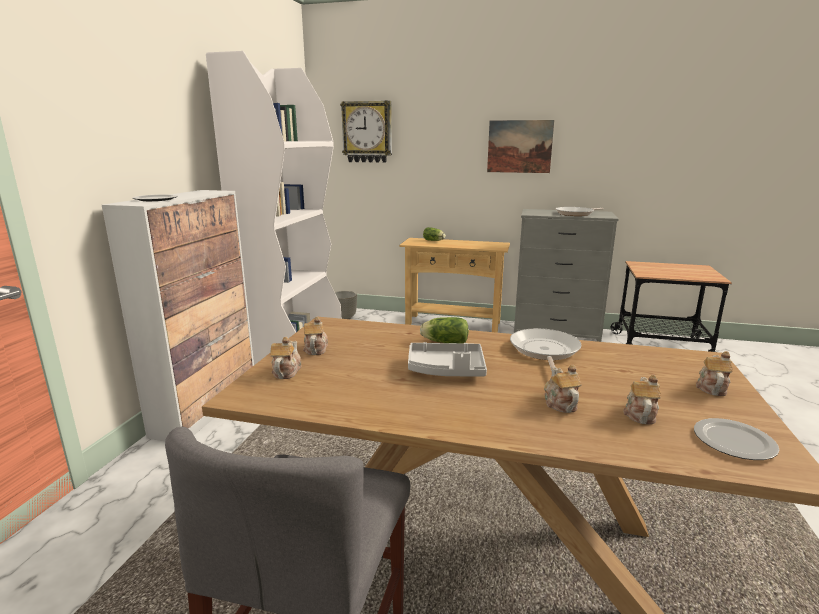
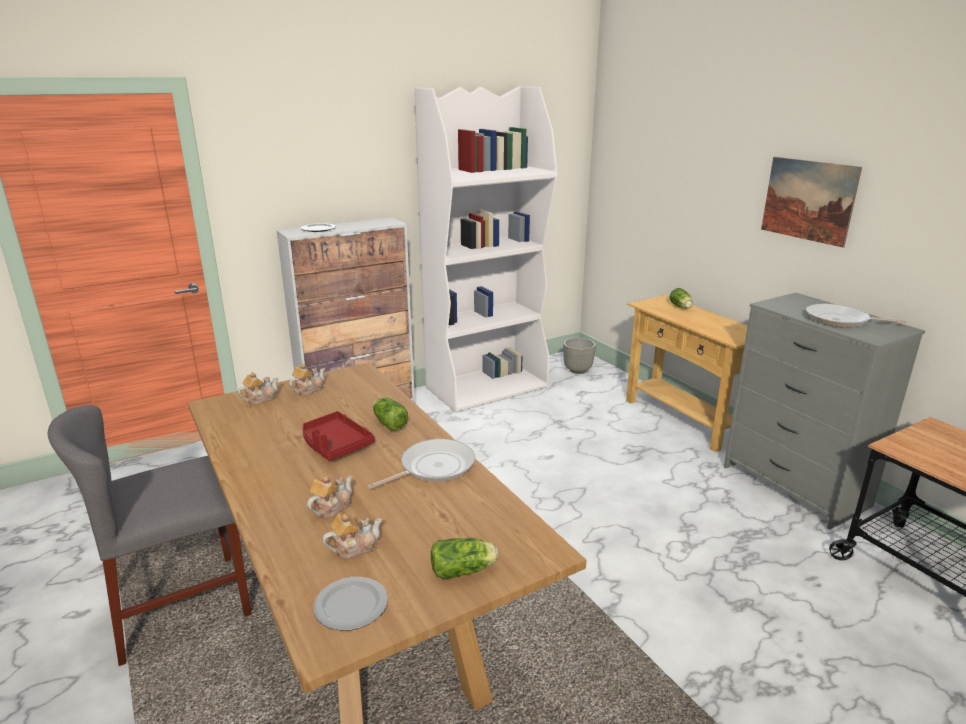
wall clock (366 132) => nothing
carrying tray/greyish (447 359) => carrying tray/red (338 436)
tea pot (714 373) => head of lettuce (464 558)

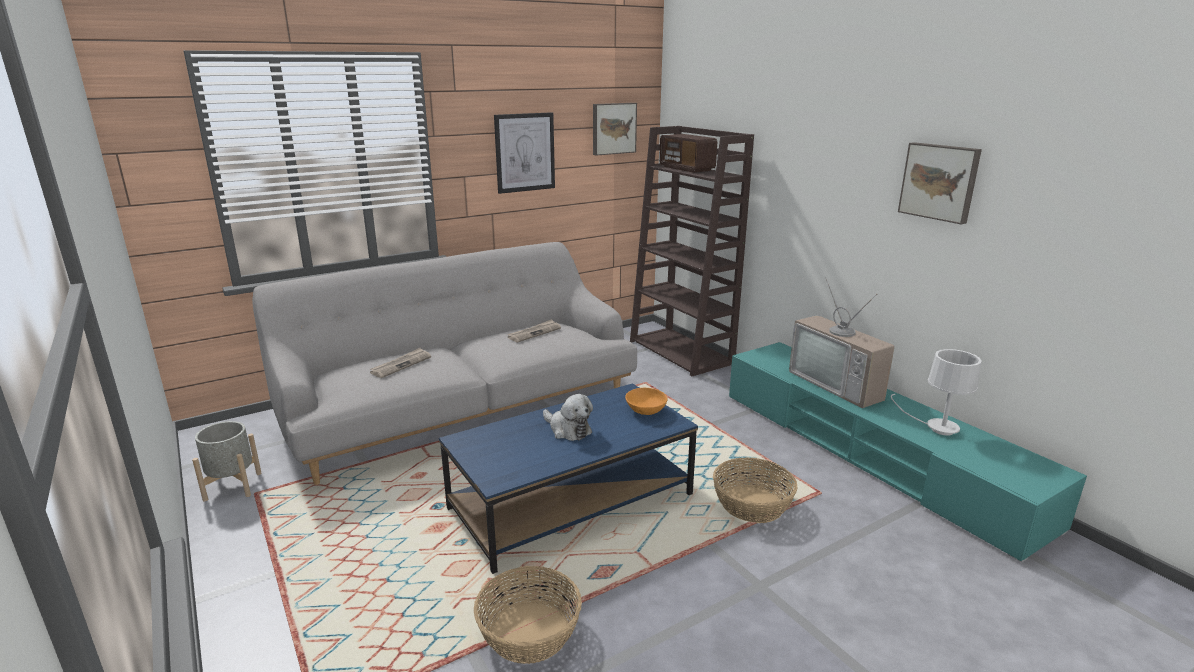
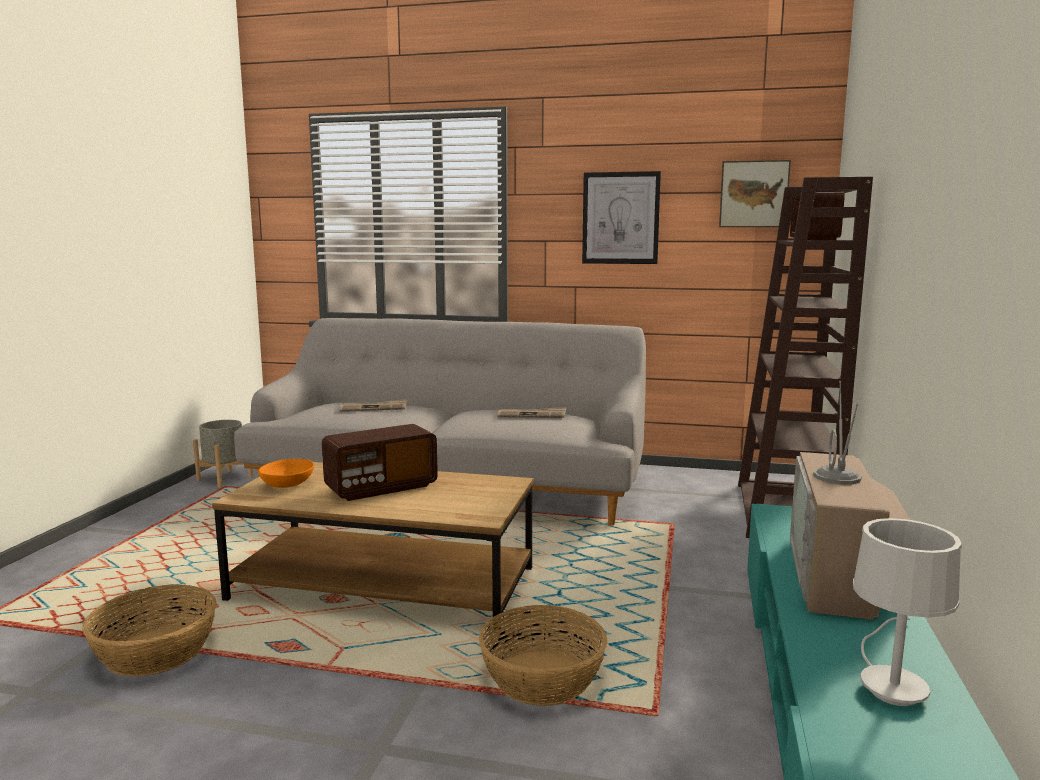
picture (940 183) => nothing
coffee table/blue-coloured (568 478) => coffee table/brownish (373 547)
bowl/orangey (646 401) => bowl/orangey (286 473), shifted
cuddly toy (568 417) => radio set (380 462)

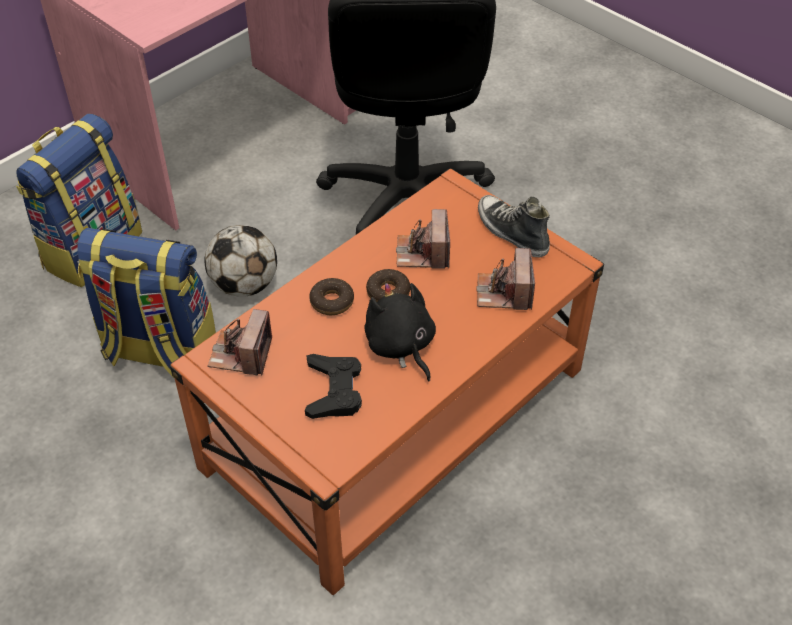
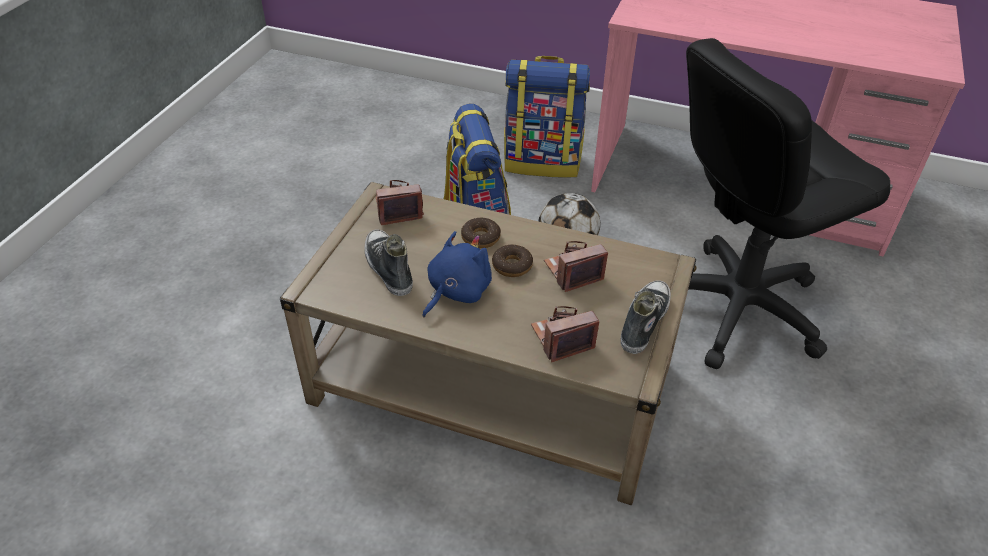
coffee table/orangey (387 382) => coffee table/sand-coloured (488 343)
cuddly toy/black-coloured (400 332) => cuddly toy/blue-coloured (457 274)
gamepad/black-coloured (333 386) => shoe (388 262)

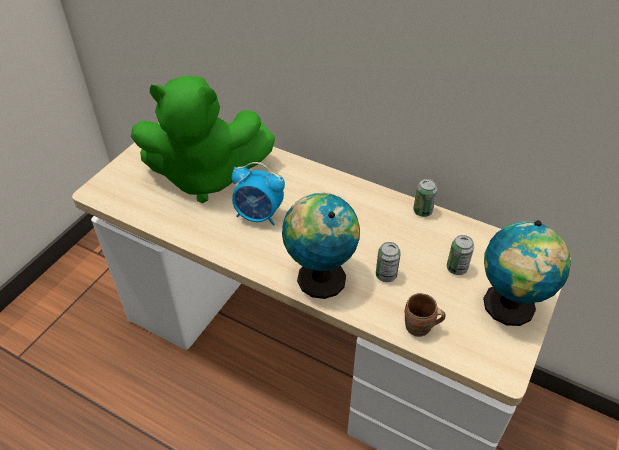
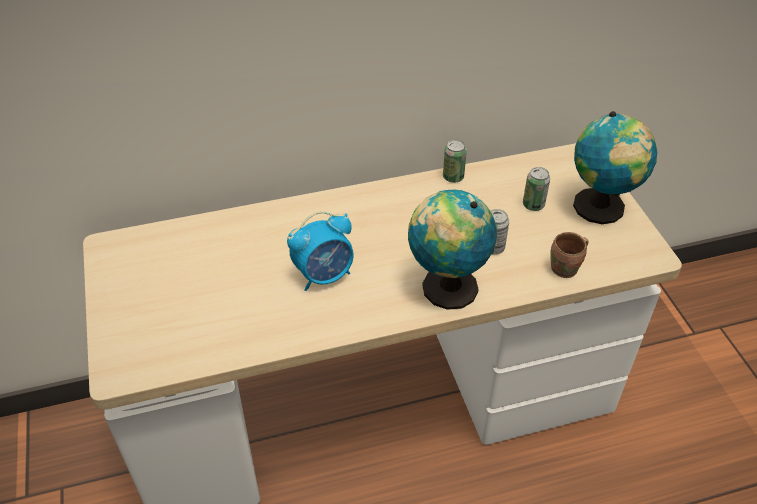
cuddly toy/green-coloured (203 139) => nothing

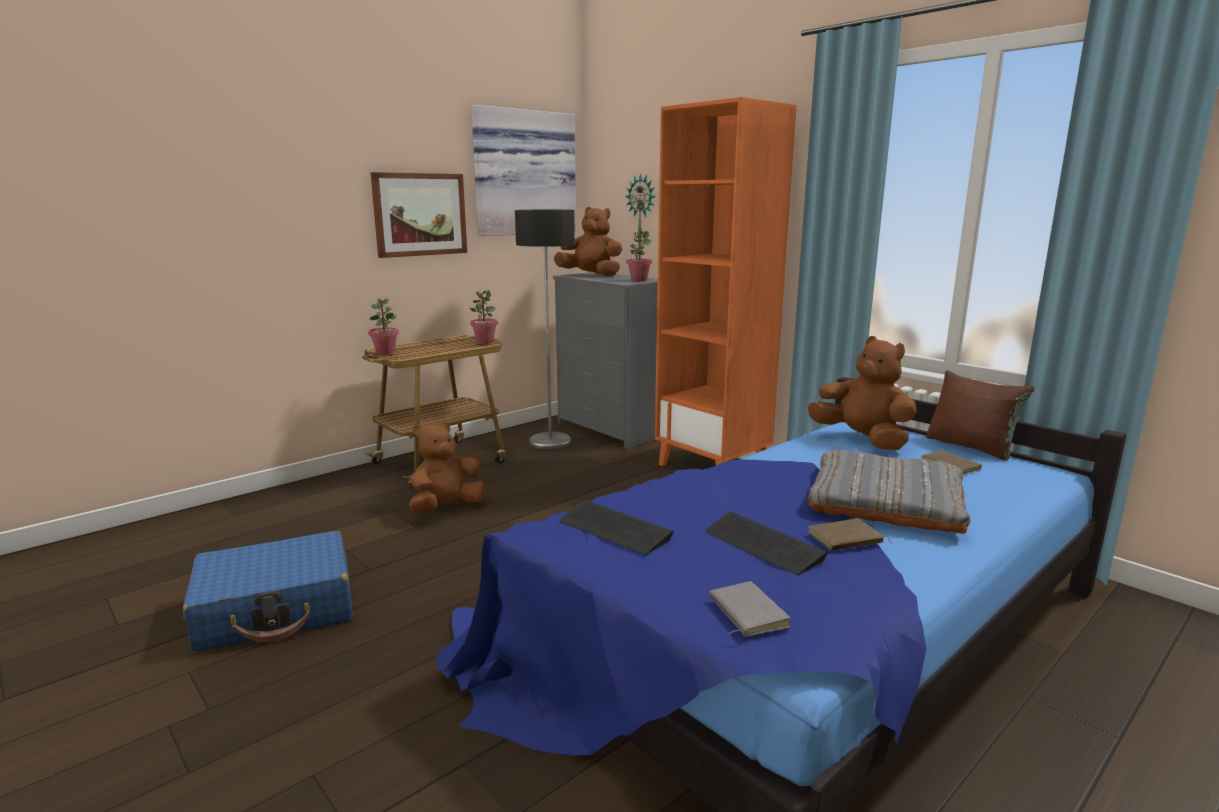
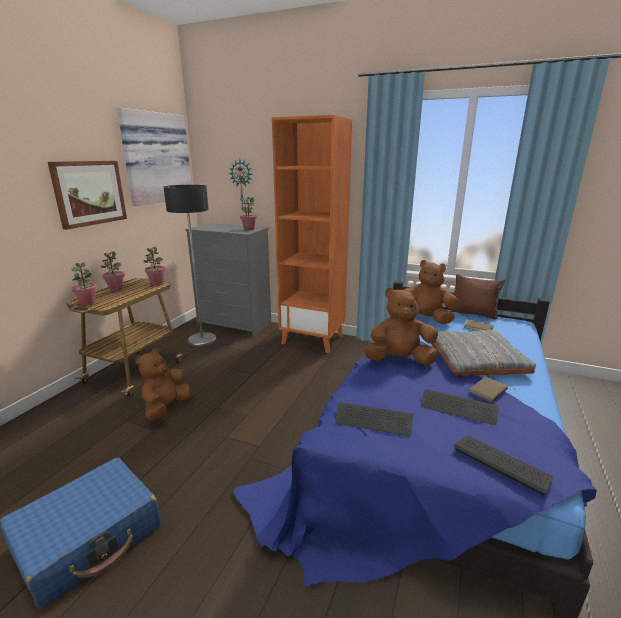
cuddly toy/brownish (588 241) => cuddly toy/brownish (401 326), shifted
book/greyish (750 609) => PC keyboard (504 465)
nothing => potted plant (113 271)

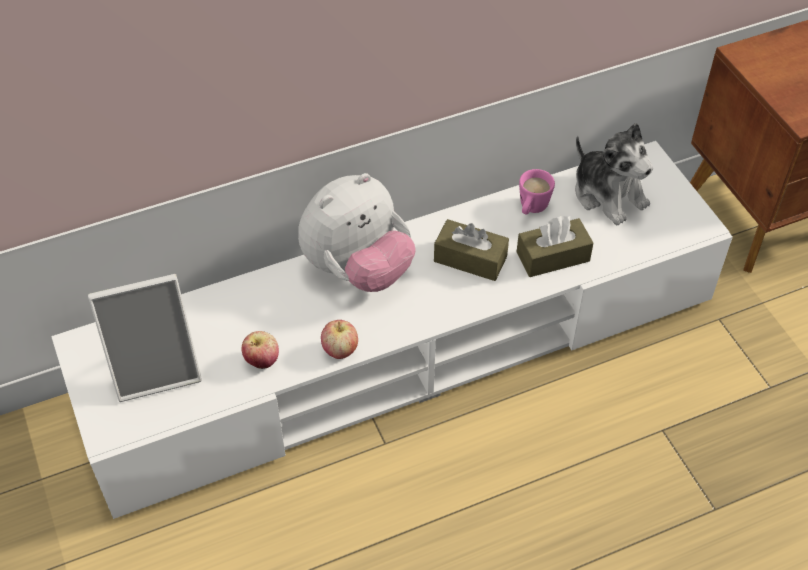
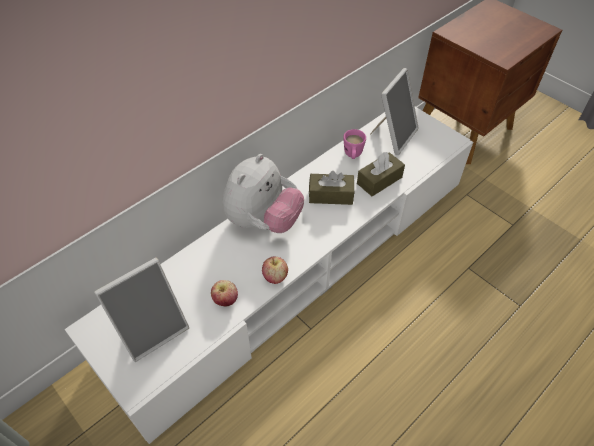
cuddly toy (614 174) => standing frame (394 111)

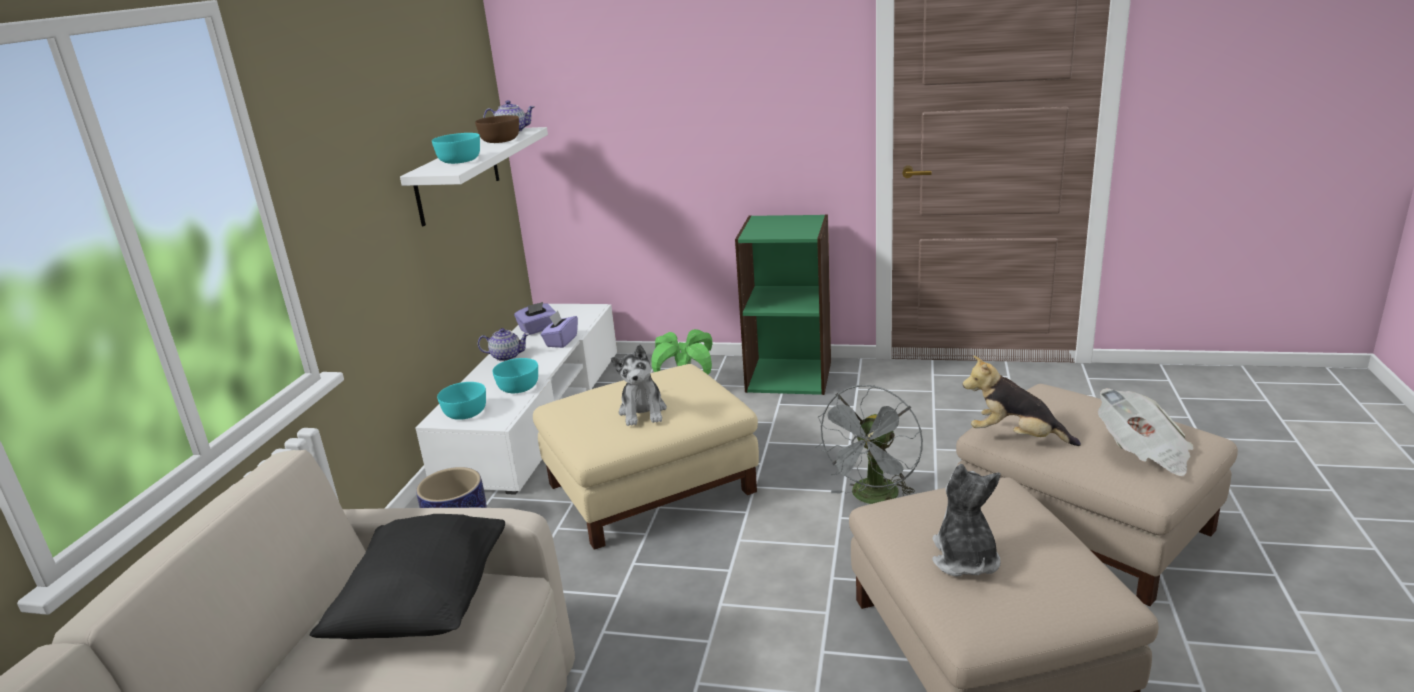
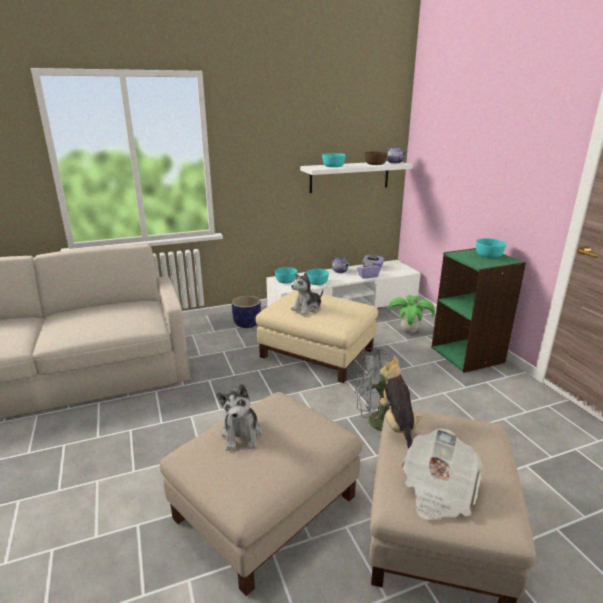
cuddly toy (966 520) => cuddly toy (239 417), 120 degrees clockwise
throw pillow/black-coloured (407 576) => nothing
nothing => bowl/turquoise-coloured (491 248)

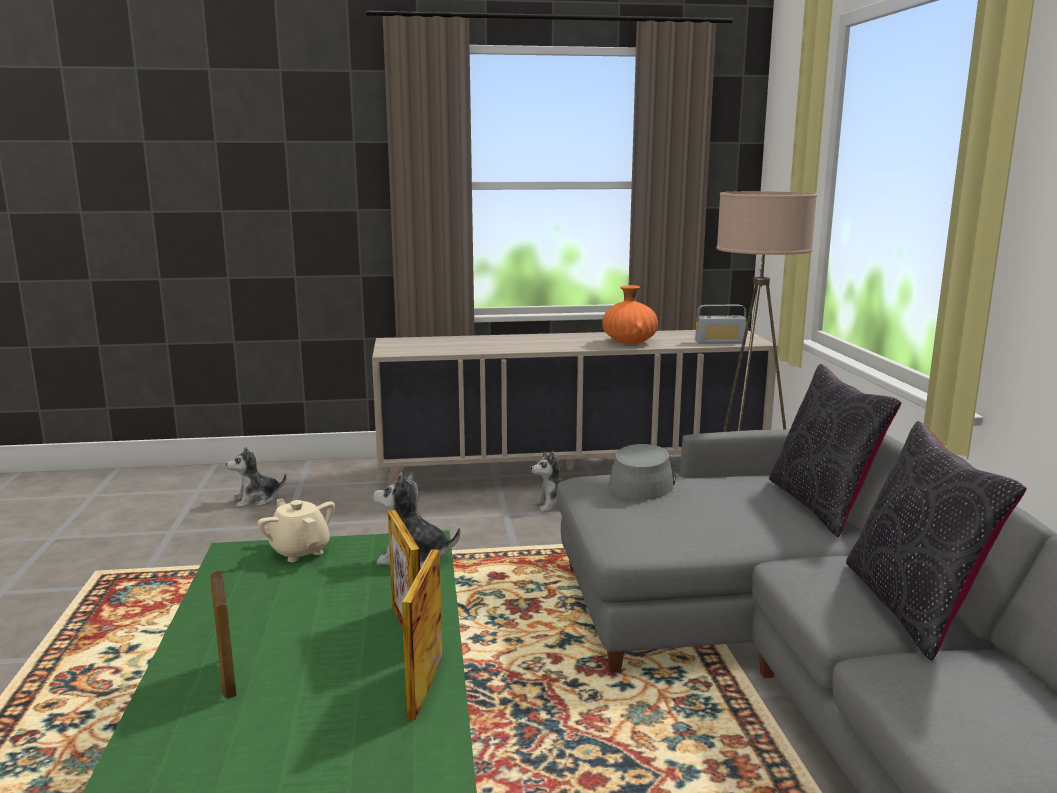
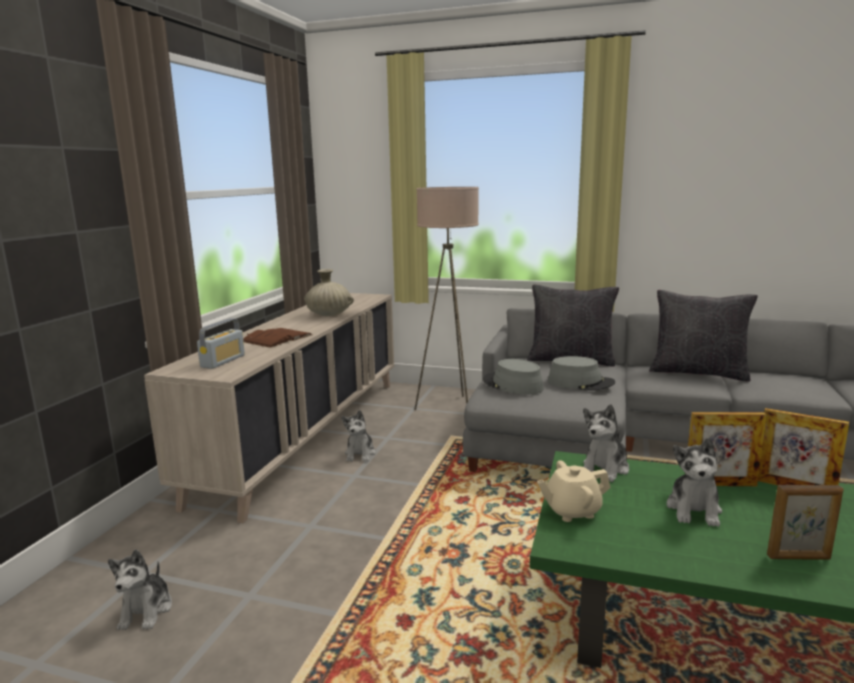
decorative vase/orangey (630 314) => decorative vase/sand-coloured (329 292)
radio set (720 324) => radio set (221 343), shifted
nothing => book/brownish (277 338)
nothing => hat/greyish (581 373)
nothing => cuddly toy (694 482)

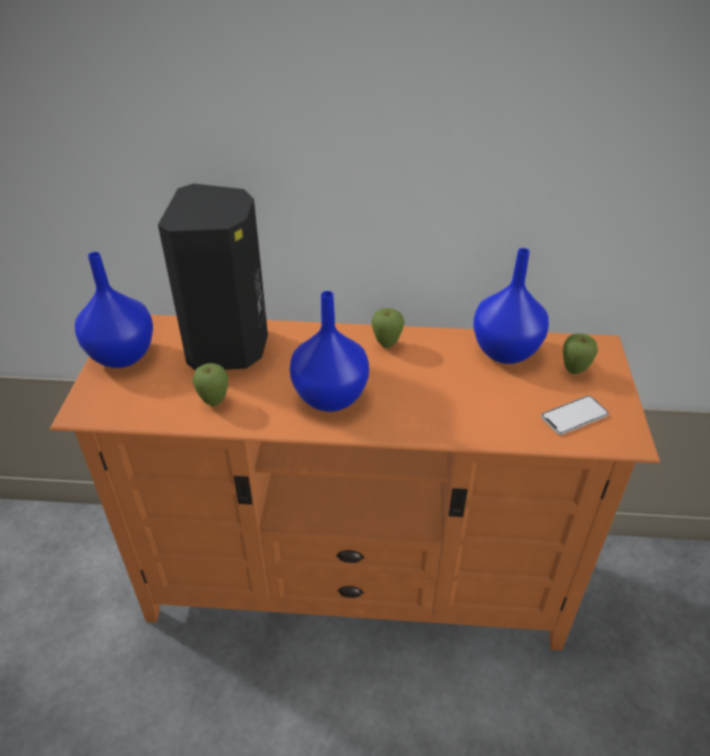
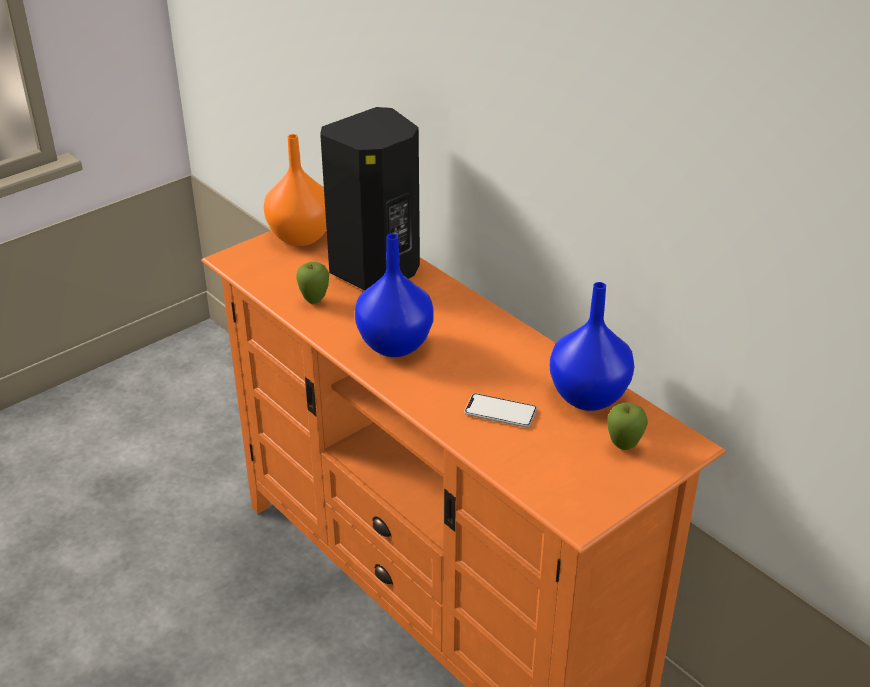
decorative vase/blue-coloured (114 310) => decorative vase/orangey (295 190)
apple fruit (388 328) => nothing
telephone (575 415) => telephone (500 410), shifted

